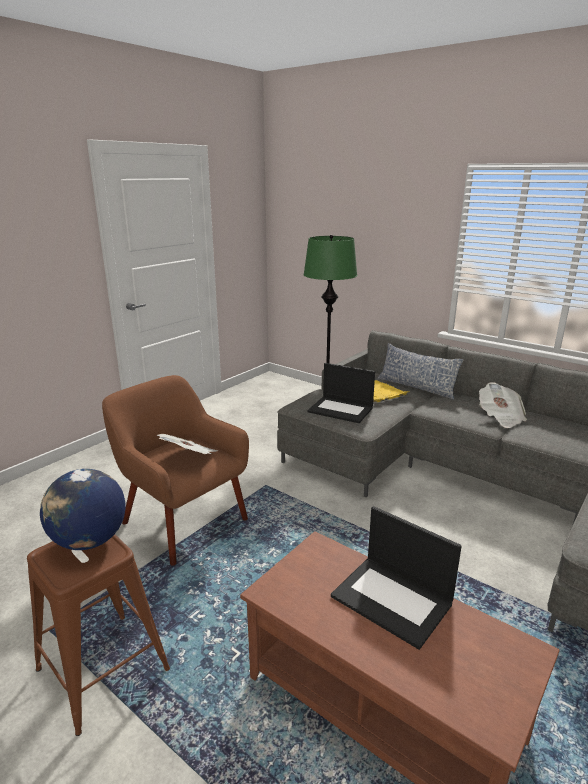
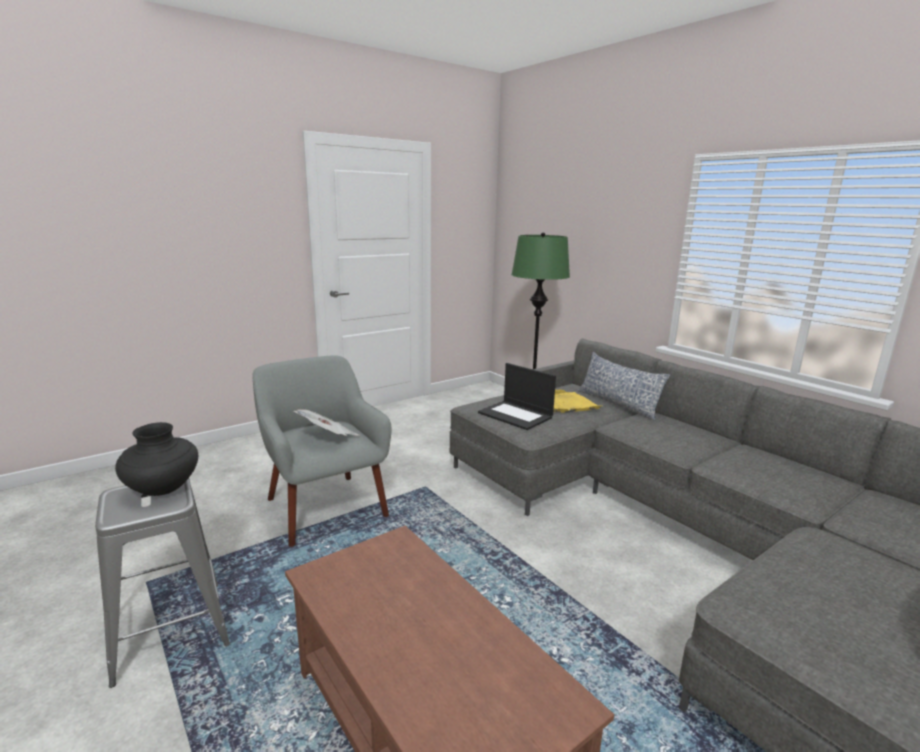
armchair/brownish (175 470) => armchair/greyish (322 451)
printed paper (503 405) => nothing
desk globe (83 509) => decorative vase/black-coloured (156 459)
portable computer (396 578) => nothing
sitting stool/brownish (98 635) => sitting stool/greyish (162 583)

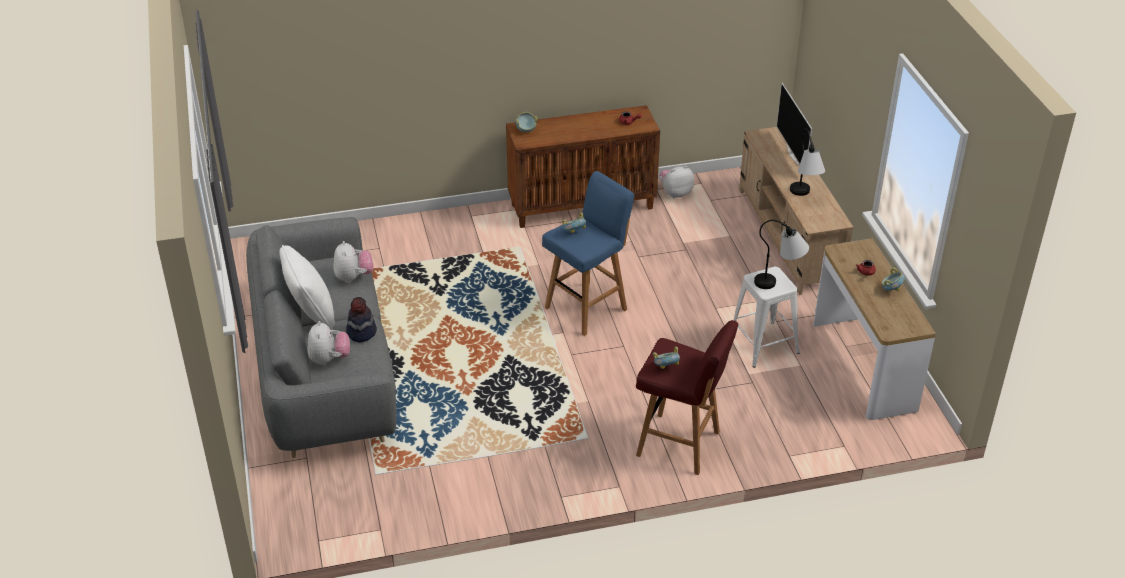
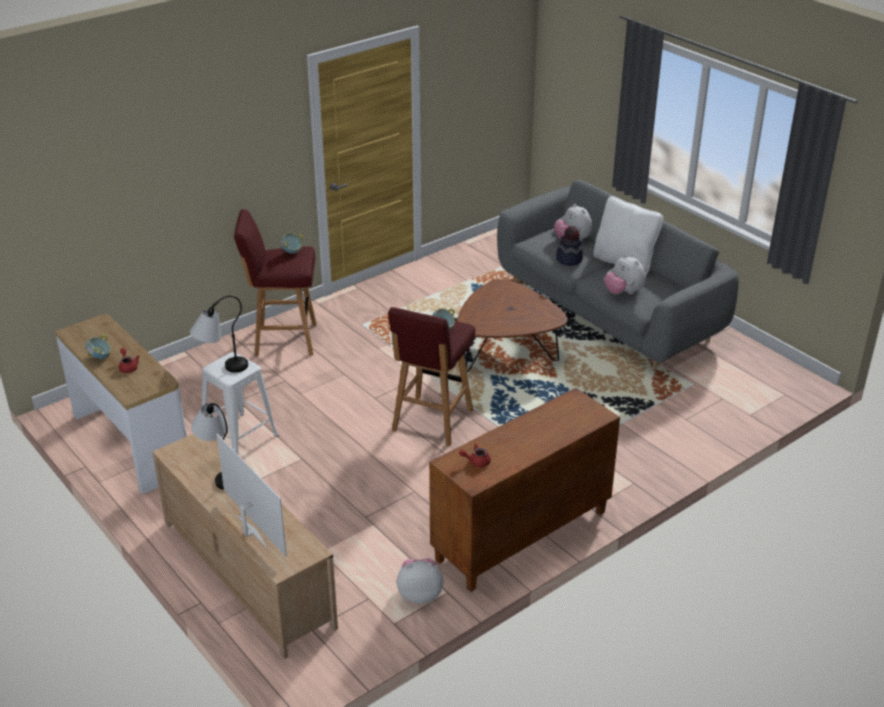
bowl (527 122) => nothing
cuddly toy (677 182) => cuddly toy (420 581), 135 degrees counterclockwise
sitting stool/blue-coloured (588 253) => sitting stool/red (431 376)
nothing => coffee table/brownish (512 325)

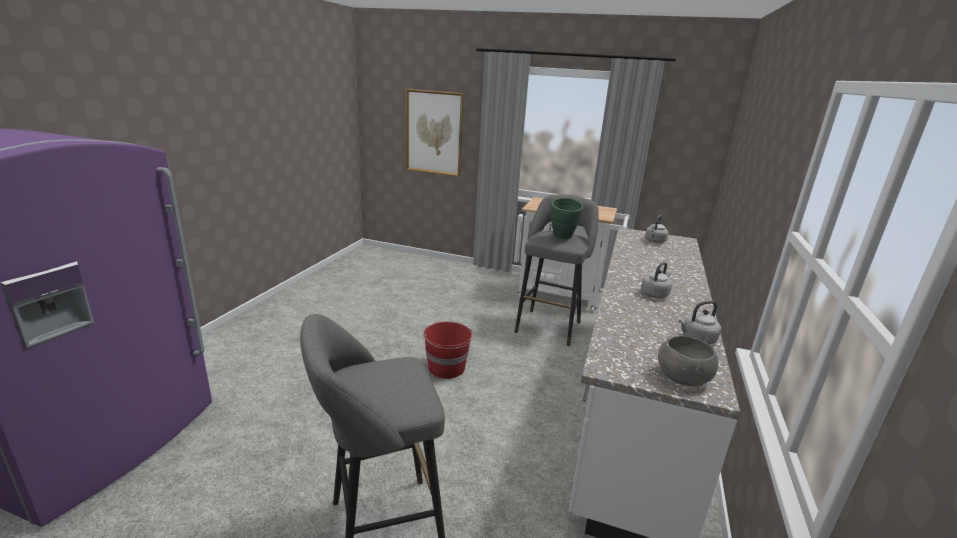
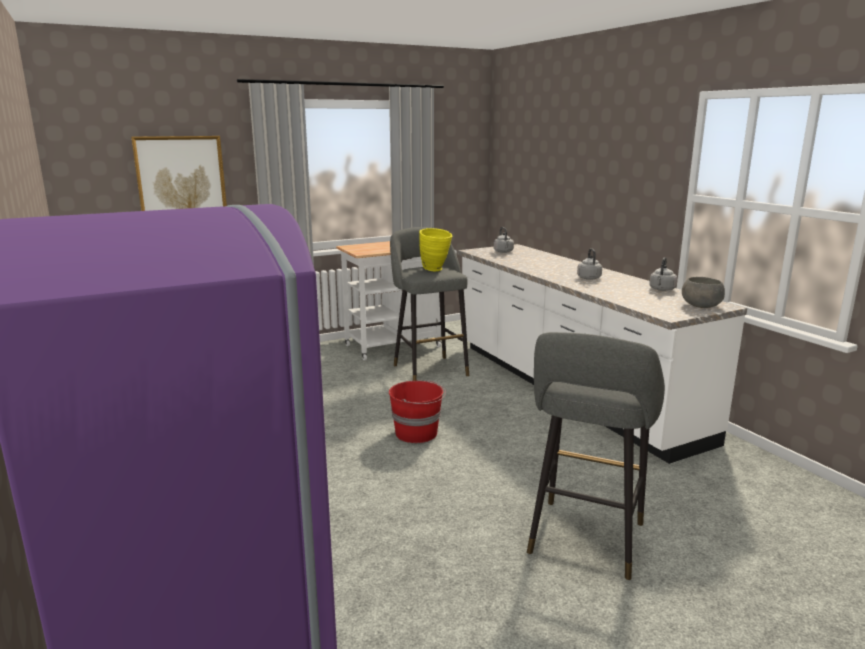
decorative vase/green-coloured (567 219) => decorative vase/yellowish (435 249)

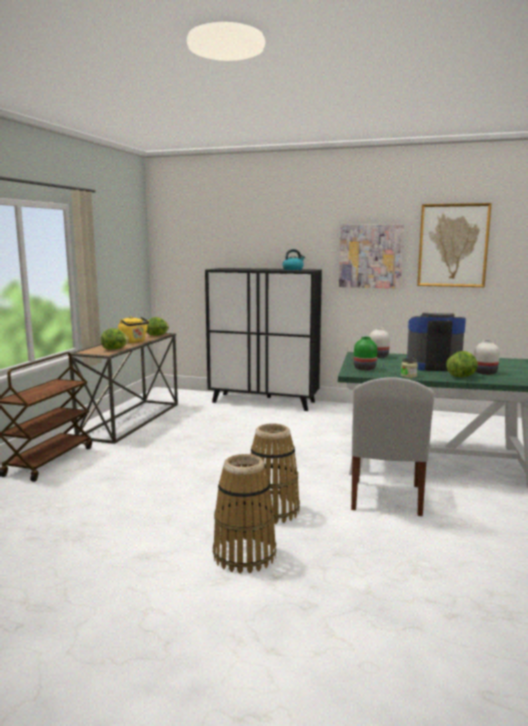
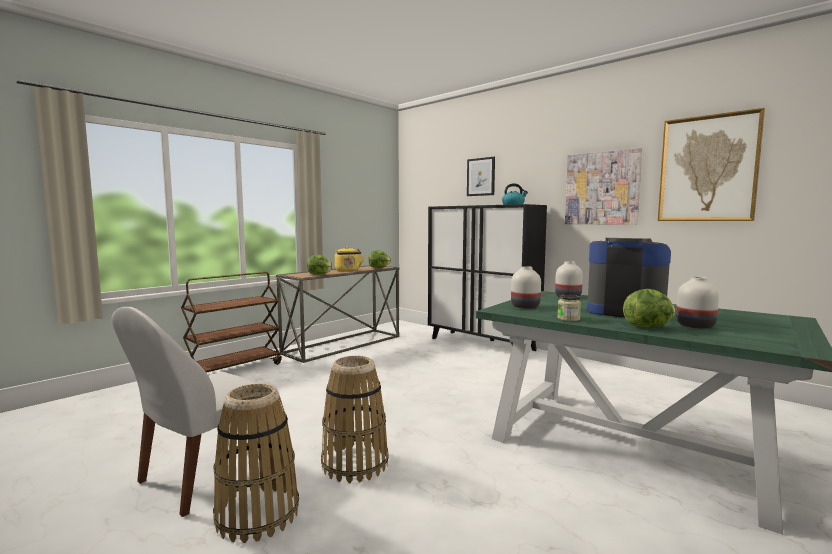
decorative vase/green-coloured (365 353) => decorative vase/whitish (526 287)
chair/whitish (392 446) => chair/whitish (185 412), shifted
nothing => picture (481 176)

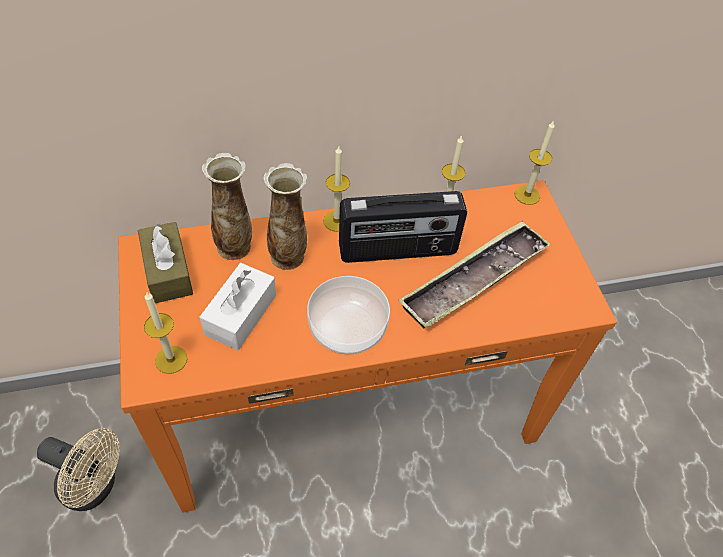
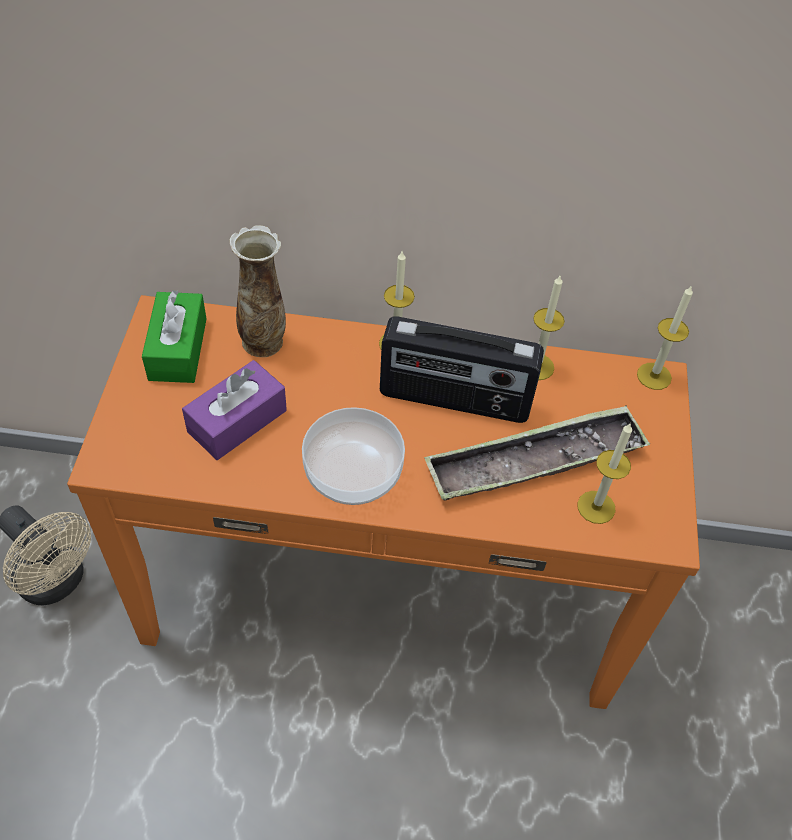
decorative vase (285 216) => nothing
tissue holder/brownish (165 262) => tissue holder/green-coloured (174 336)
tissue holder/whitish (238 306) => tissue holder/purple-coloured (234 410)
wax candle (165 332) => wax candle (604 473), shifted

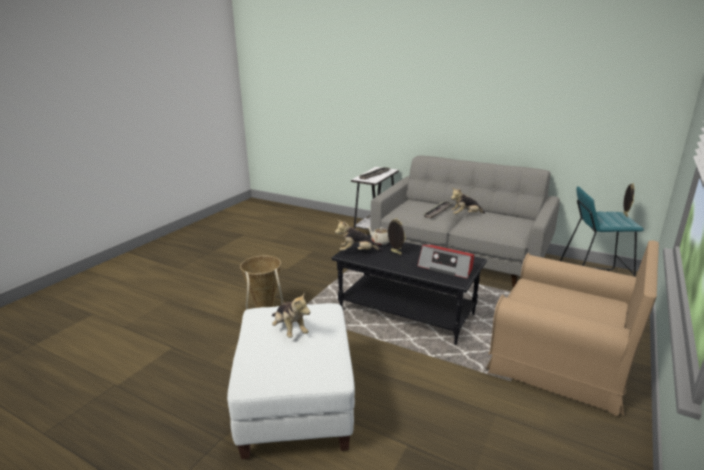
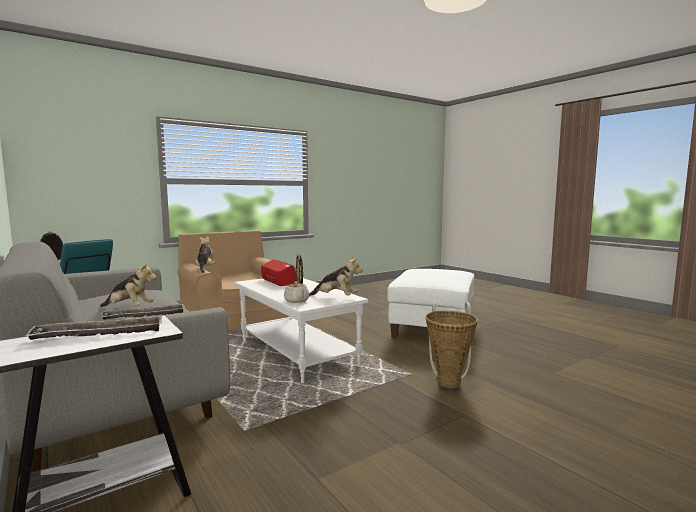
coffee table/black-coloured (409 289) => coffee table/whitish (301 330)
cuddly toy (291 315) => cuddly toy (205 254), shifted

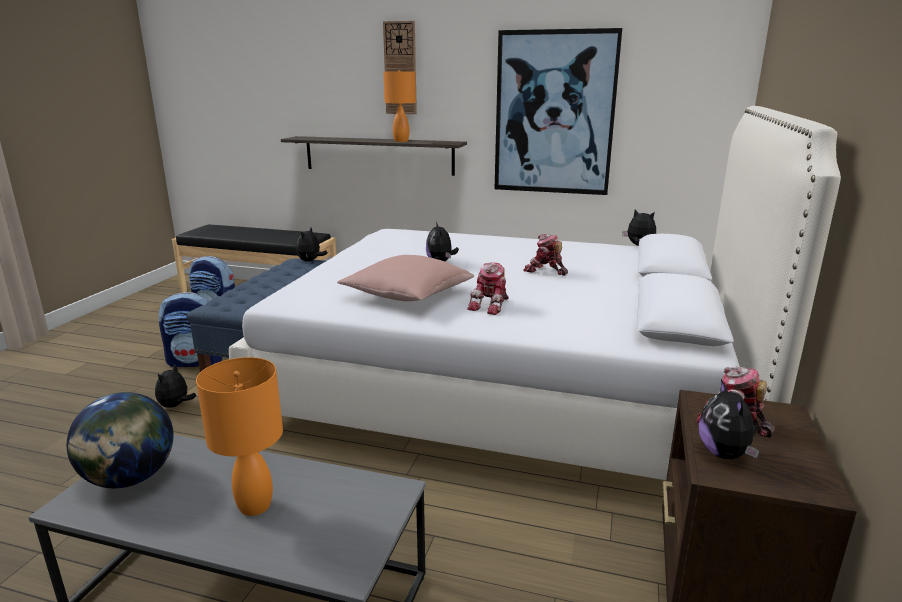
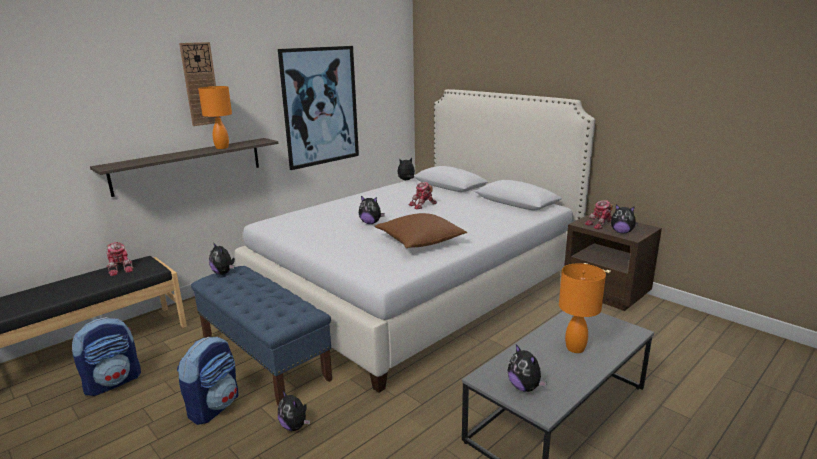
throw pillow/pink-coloured (405 278) => throw pillow/brownish (421 230)
toy robot (488 288) => toy robot (120 259), shifted
desk globe (120 440) => cuddly toy (527 368)

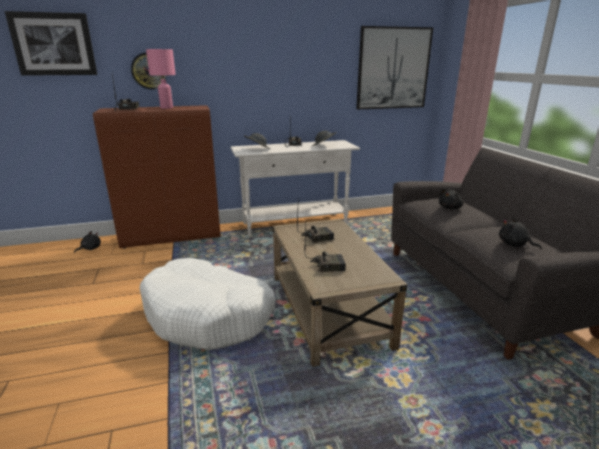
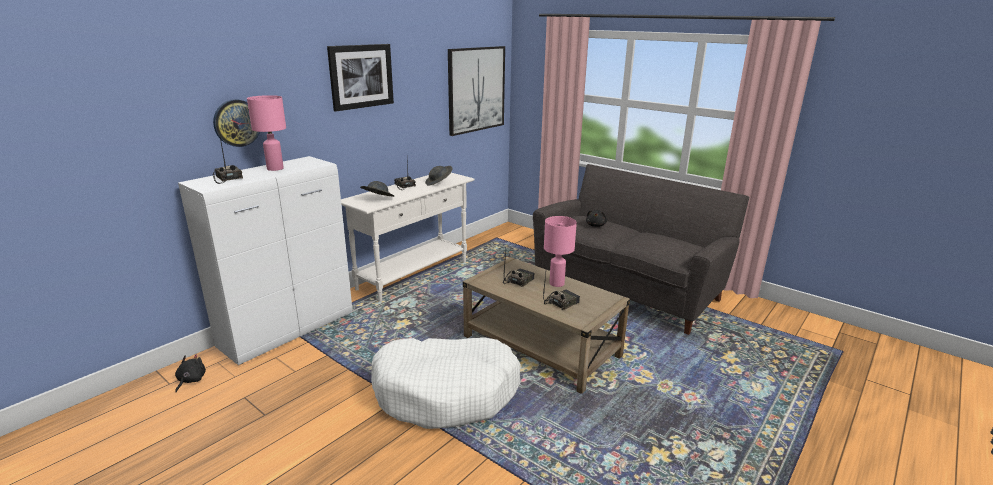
picture (51 43) => picture (360 77), shifted
cupboard/brownish (157 177) => cupboard/whitish (265 260)
cuddly toy/black-coloured (520 233) => nothing
nothing => lamp for a table/pink-coloured (560 251)

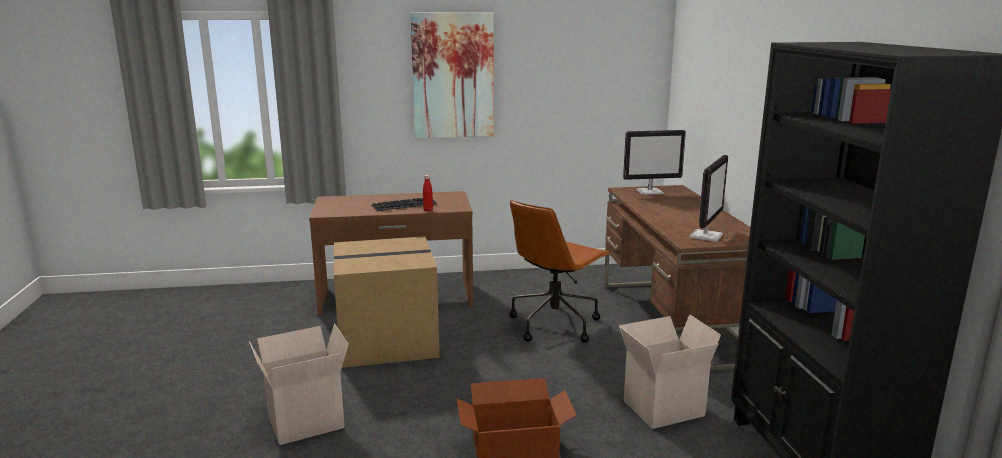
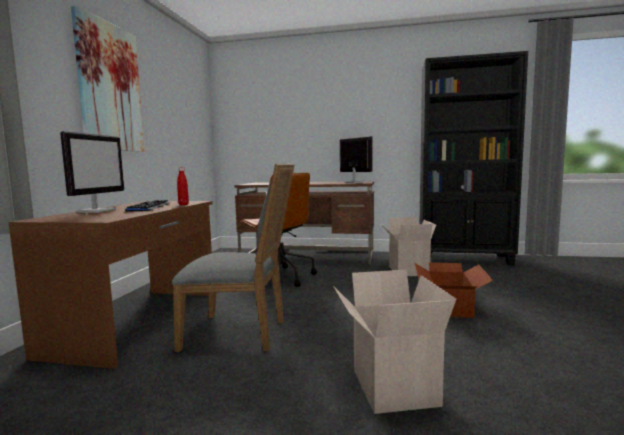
monitor (654 162) => monitor (92 172), shifted
packing box (387 302) => chair/greyish (233 258)

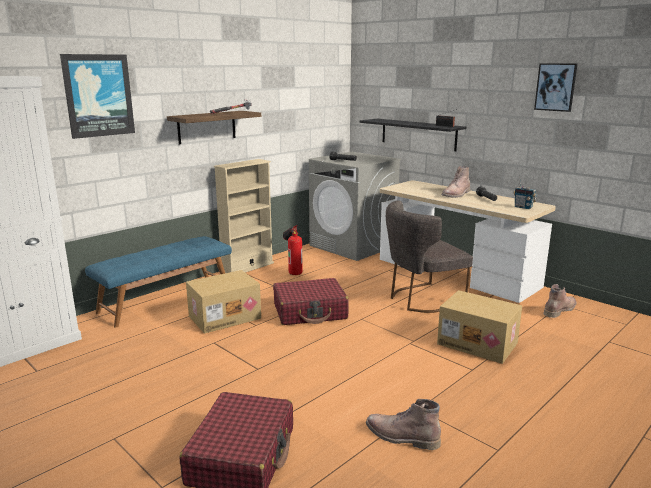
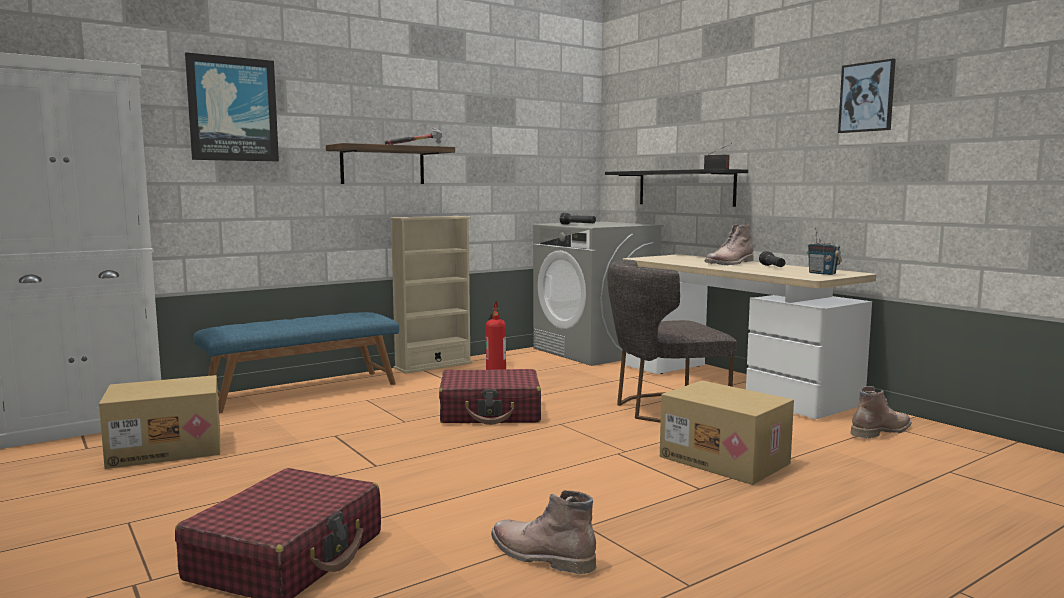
packing box (223 302) => packing box (159 422), shifted

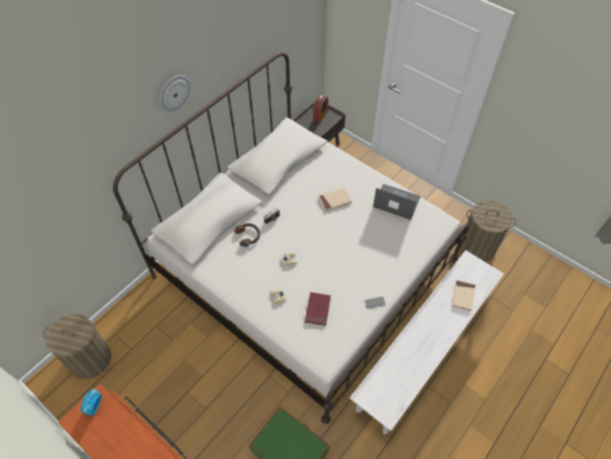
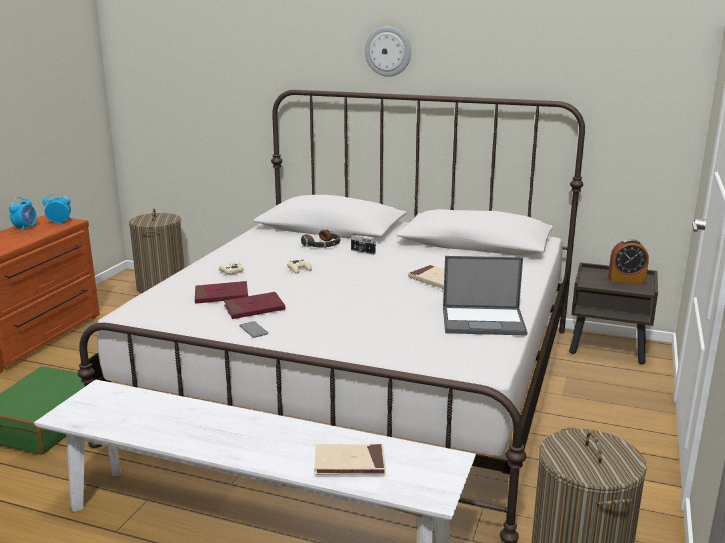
portable computer (397 202) => portable computer (485 296), 90 degrees clockwise
nothing => bedside clock (23 214)
nothing => book/red (255 305)

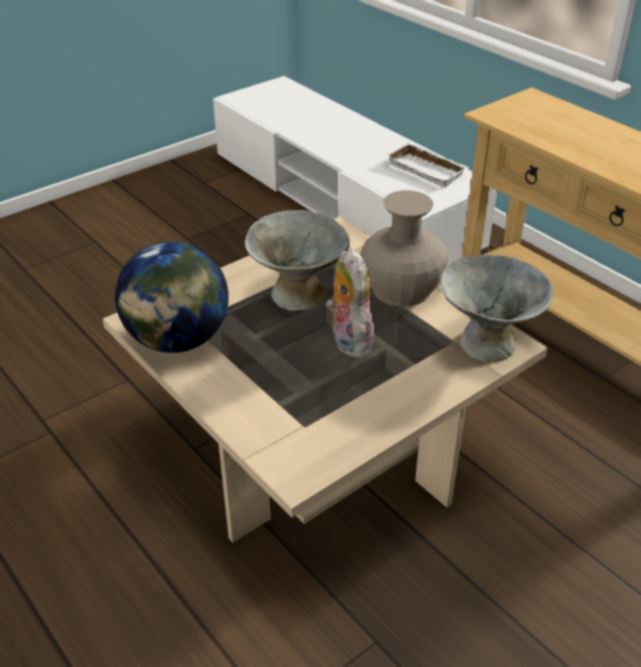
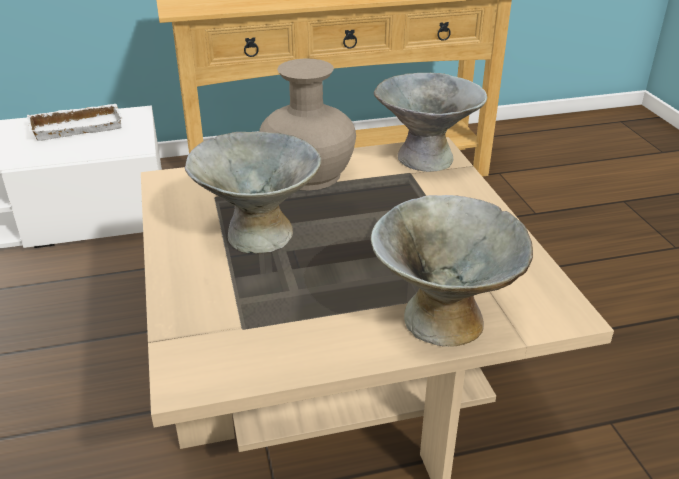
desk globe (172 297) => nothing
cuddly toy (350 303) => nothing
nothing => bowl/greyish (452 271)

